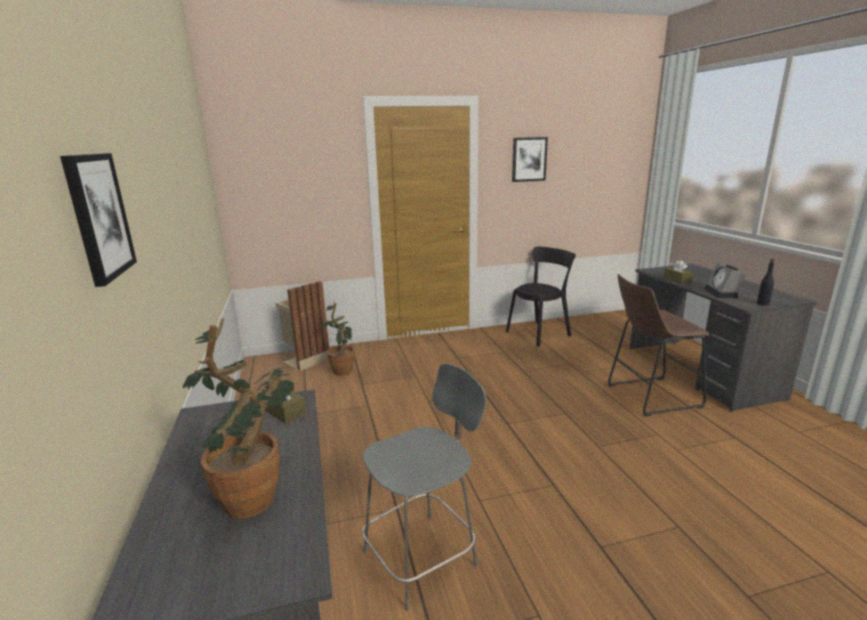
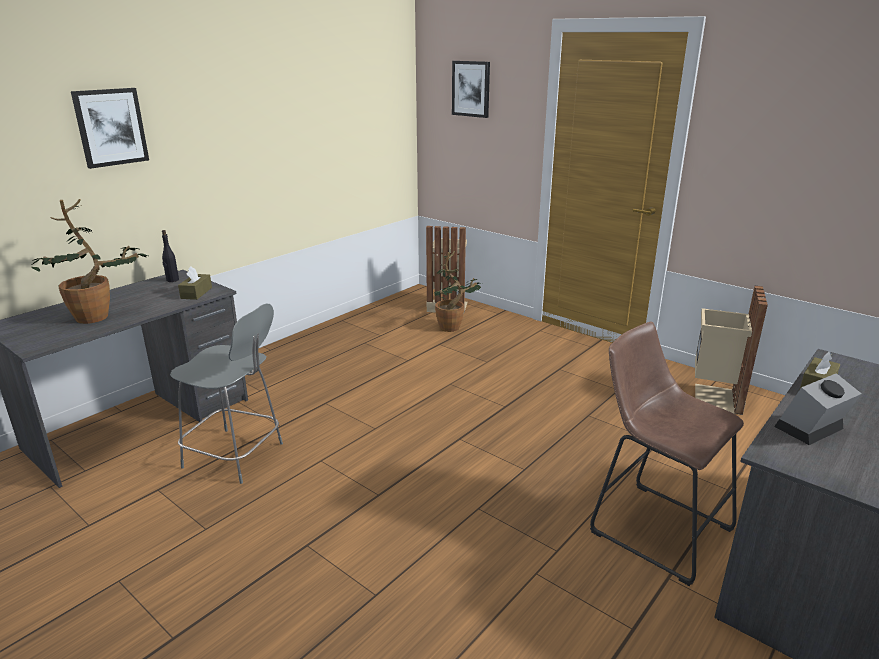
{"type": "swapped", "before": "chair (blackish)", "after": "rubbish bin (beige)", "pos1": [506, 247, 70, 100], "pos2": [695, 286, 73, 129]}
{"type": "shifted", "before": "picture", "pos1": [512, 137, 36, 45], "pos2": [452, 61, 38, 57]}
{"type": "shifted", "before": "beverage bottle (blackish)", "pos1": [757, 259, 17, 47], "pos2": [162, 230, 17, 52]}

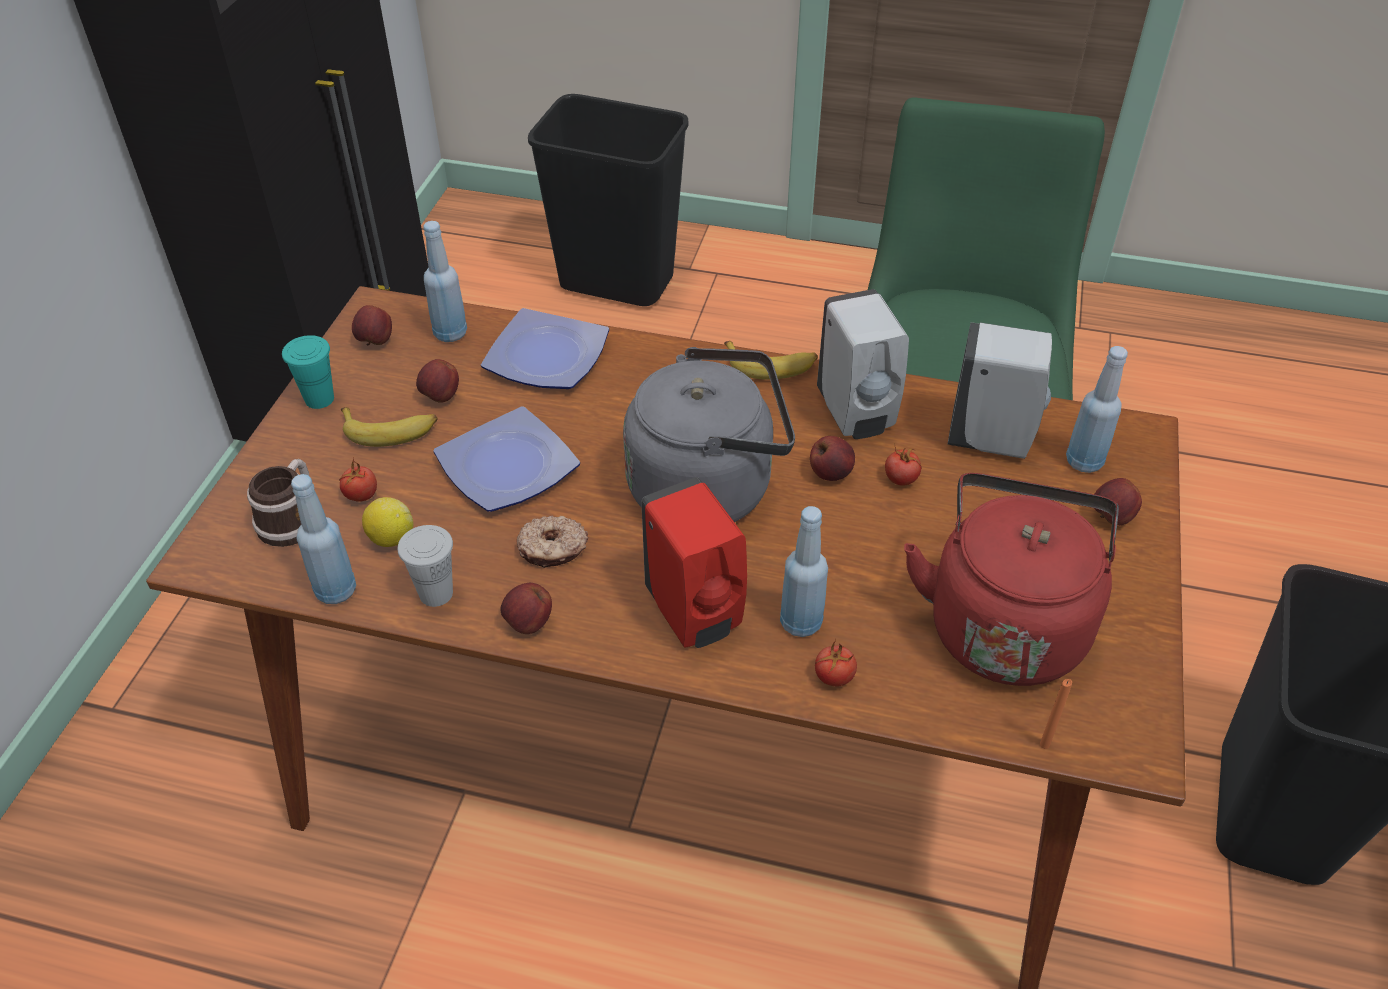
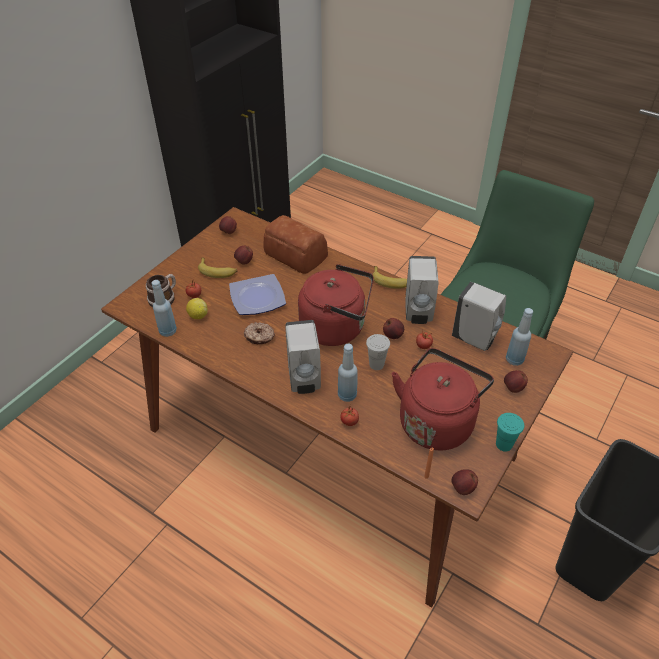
{"type": "shifted", "before": "drinking cup (turquoise-coloured)", "pos1": [282, 335, 52, 74], "pos2": [496, 413, 28, 39]}
{"type": "shifted", "before": "drinking cup (white-coloured)", "pos1": [398, 525, 55, 82], "pos2": [366, 334, 24, 36]}
{"type": "gone", "before": "beverage bottle (blue-coloured)", "pos1": [424, 221, 43, 121]}
{"type": "swapped", "before": "flat dish", "after": "bakery bread", "pos1": [481, 308, 128, 81], "pos2": [263, 215, 65, 59]}
{"type": "shifted", "before": "whole apple", "pos1": [500, 583, 52, 51], "pos2": [452, 469, 26, 26]}
{"type": "gone", "before": "rubbish bin (blackish)", "pos1": [528, 94, 161, 212]}
{"type": "repainted", "before": "water kettle (greyish)", "after": "water kettle (reddish)", "pos1": [623, 347, 172, 175], "pos2": [298, 264, 76, 82]}
{"type": "repainted", "before": "soap dispenser (reddish)", "after": "soap dispenser (white-coloured)", "pos1": [641, 477, 106, 171], "pos2": [285, 320, 36, 74]}

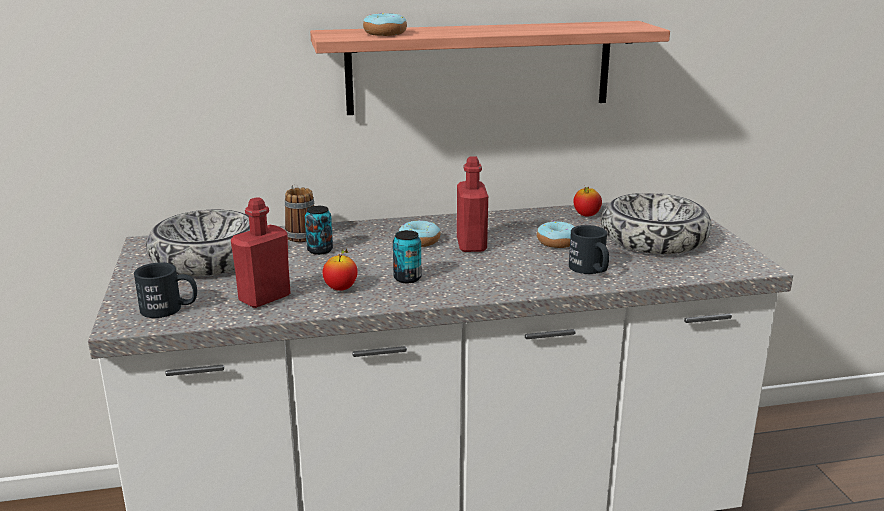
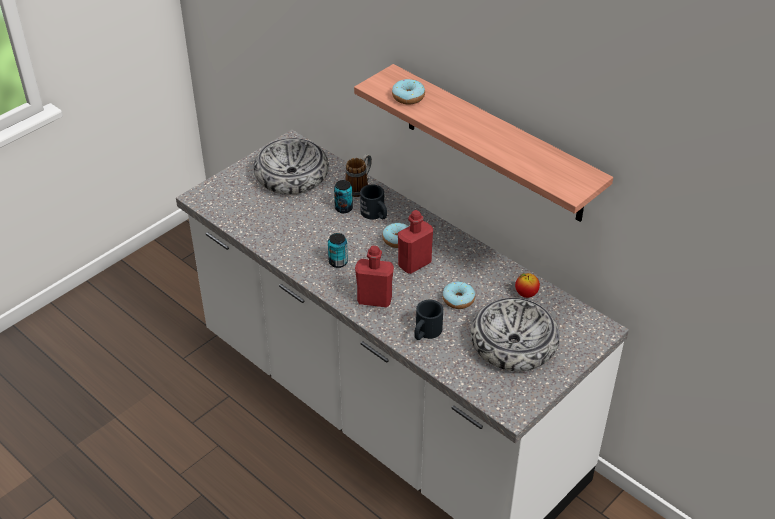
{"type": "shifted", "before": "mug (blackish)", "pos1": [134, 263, 63, 55], "pos2": [360, 185, 27, 34]}
{"type": "shifted", "before": "beverage bottle (reddish)", "pos1": [231, 197, 59, 111], "pos2": [355, 246, 39, 62]}
{"type": "gone", "before": "whole apple", "pos1": [322, 249, 36, 42]}

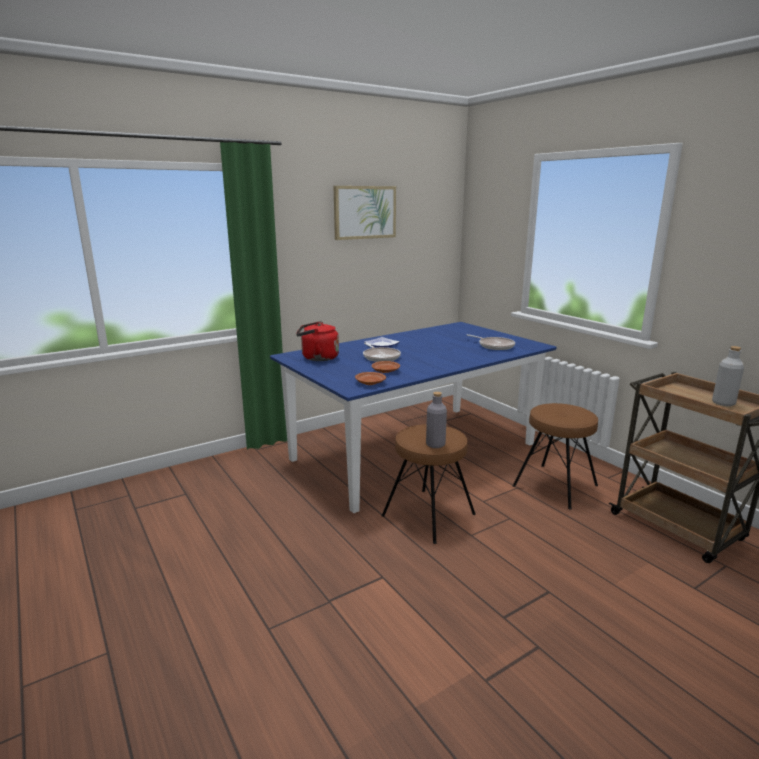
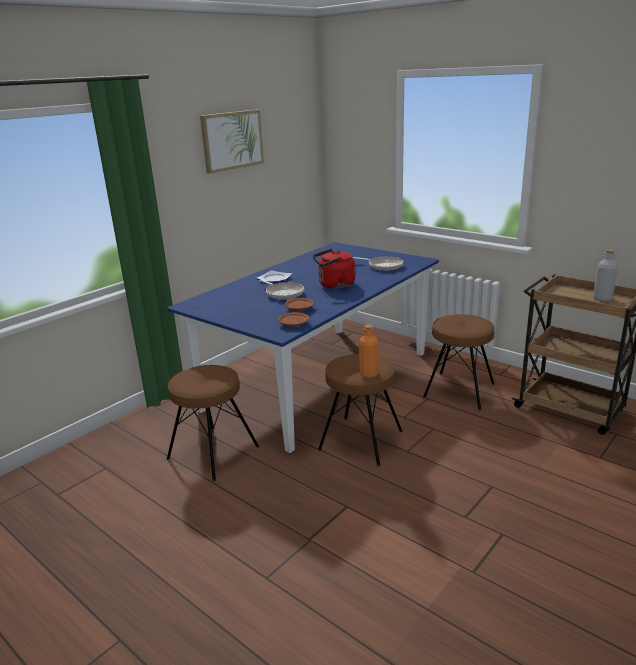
{"type": "shifted", "before": "water kettle (reddish)", "pos1": [296, 321, 43, 40], "pos2": [313, 249, 42, 40]}
{"type": "repainted", "before": "beverage bottle (greyish)", "after": "beverage bottle (orangey)", "pos1": [426, 392, 21, 56], "pos2": [359, 325, 19, 53]}
{"type": "new", "after": "sitting stool (brownish)", "pos2": [166, 365, 93, 116]}

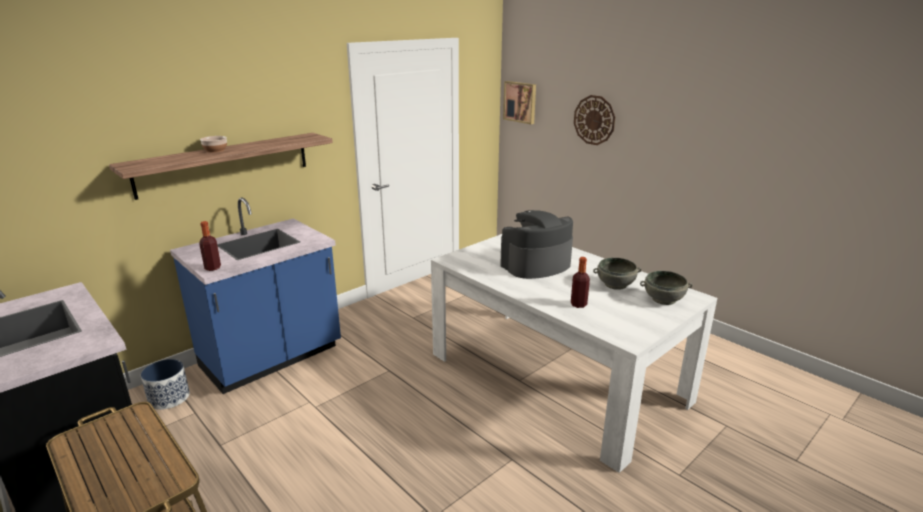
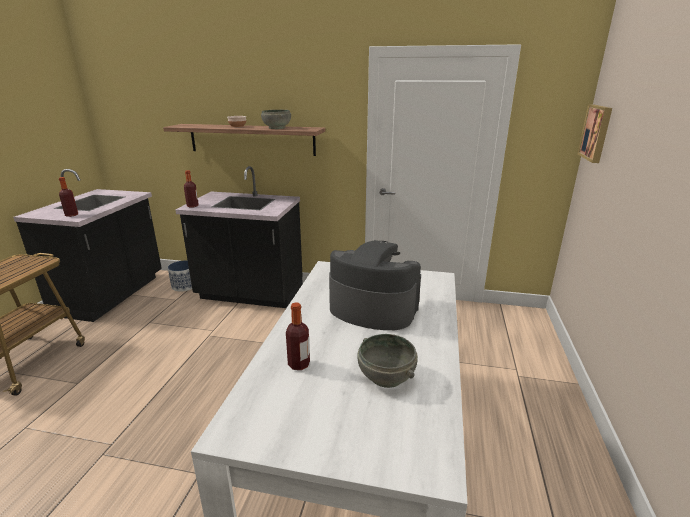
{"type": "repainted", "before": "kitchen base unit (blue-coloured)", "after": "kitchen base unit (blackish)", "pos1": [170, 198, 171, 196], "pos2": [175, 166, 128, 142]}
{"type": "gone", "before": "wall clock", "pos1": [574, 95, 41, 50]}
{"type": "shifted", "before": "deep dish (greyish)", "pos1": [640, 271, 53, 34], "pos2": [261, 110, 30, 19]}
{"type": "new", "after": "beverage bottle", "pos2": [59, 177, 19, 40]}

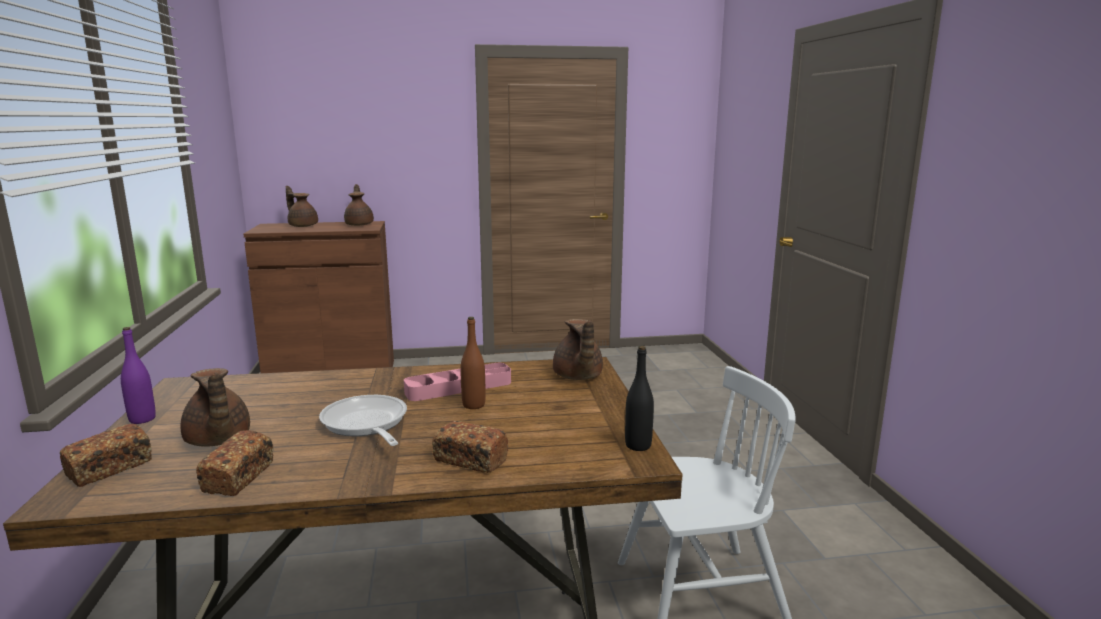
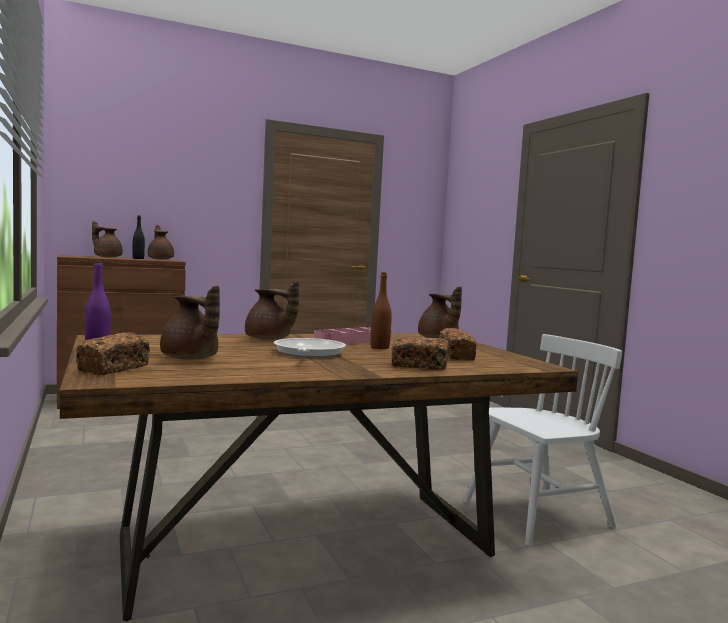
{"type": "shifted", "before": "bakery bread", "pos1": [196, 430, 78, 66], "pos2": [439, 328, 38, 32]}
{"type": "rotated", "before": "pan", "pos1": [319, 395, 88, 51], "pos2": [274, 338, 72, 20], "turn": 45}
{"type": "shifted", "before": "beverage bottle (blackish)", "pos1": [625, 346, 29, 105], "pos2": [133, 215, 12, 44]}
{"type": "new", "after": "pot for tea (brownish)", "pos2": [245, 280, 54, 60]}

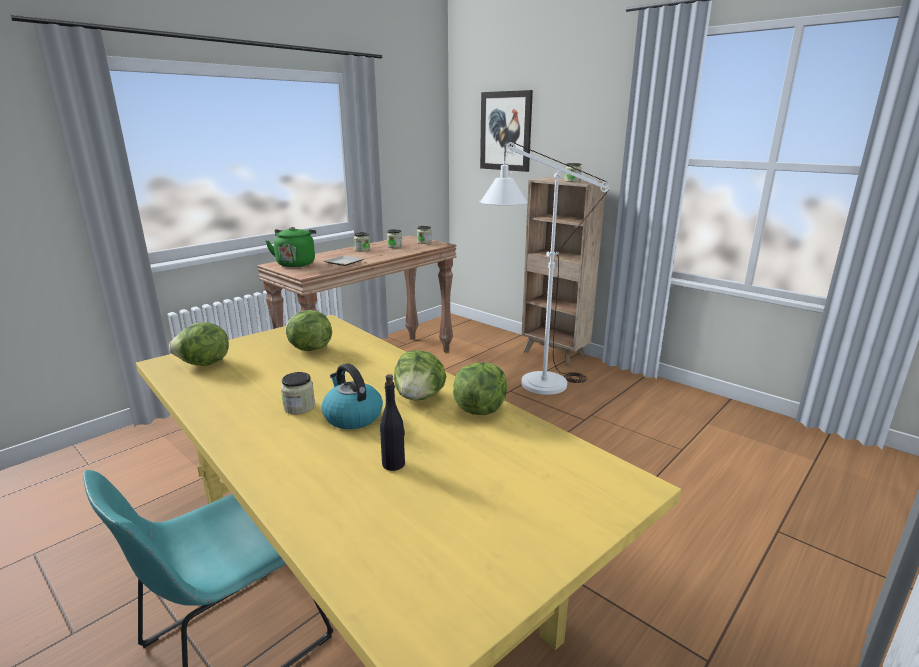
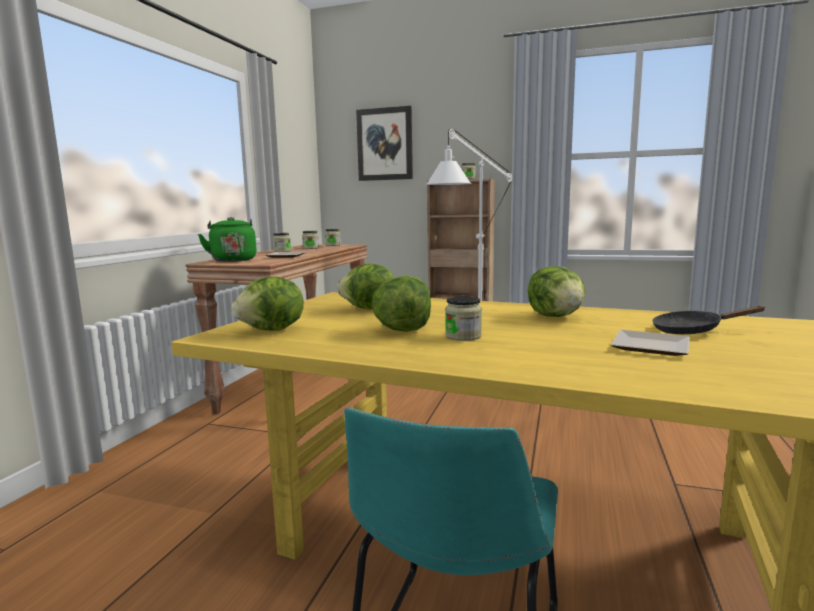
{"type": "gone", "before": "water kettle", "pos1": [322, 363, 61, 66]}
{"type": "swapped", "before": "beverage bottle (blackish)", "after": "flat dish", "pos1": [380, 374, 25, 97], "pos2": [611, 330, 79, 26]}
{"type": "shifted", "before": "lettuce", "pos1": [453, 362, 54, 53], "pos2": [372, 276, 59, 56]}
{"type": "new", "after": "pan (blackish)", "pos2": [652, 306, 114, 28]}

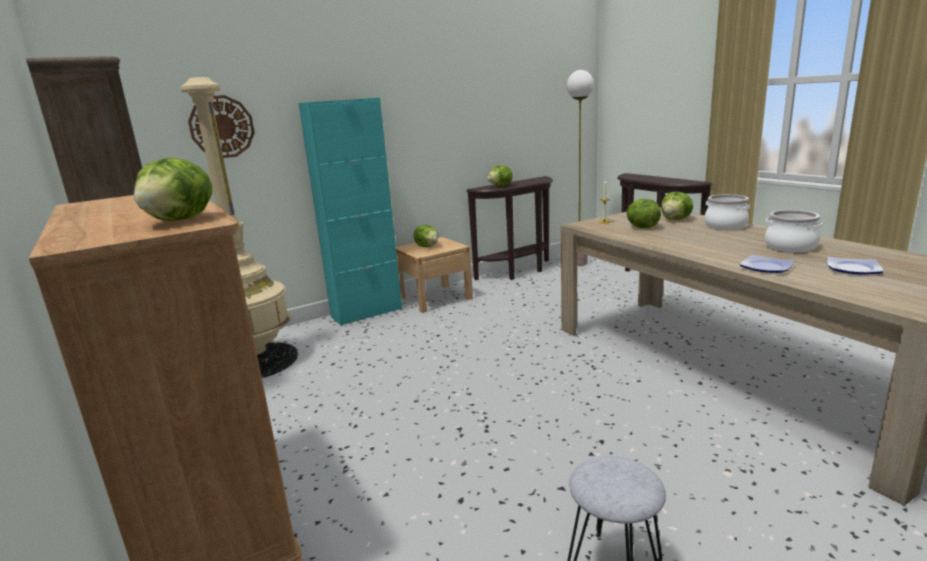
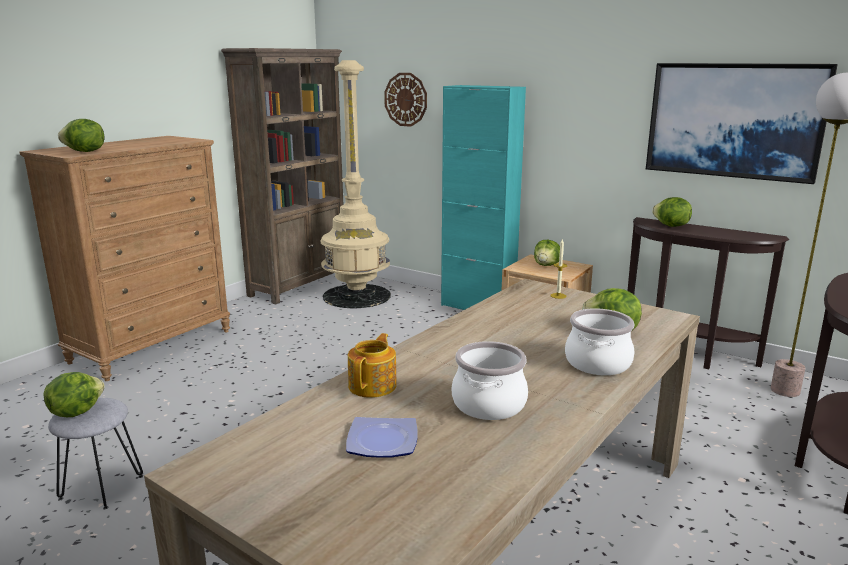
{"type": "shifted", "before": "lettuce", "pos1": [627, 199, 34, 29], "pos2": [43, 372, 62, 45]}
{"type": "swapped", "before": "flat dish", "after": "pot for tea", "pos1": [739, 255, 55, 18], "pos2": [348, 333, 49, 65]}
{"type": "new", "after": "picture", "pos2": [646, 63, 192, 121]}

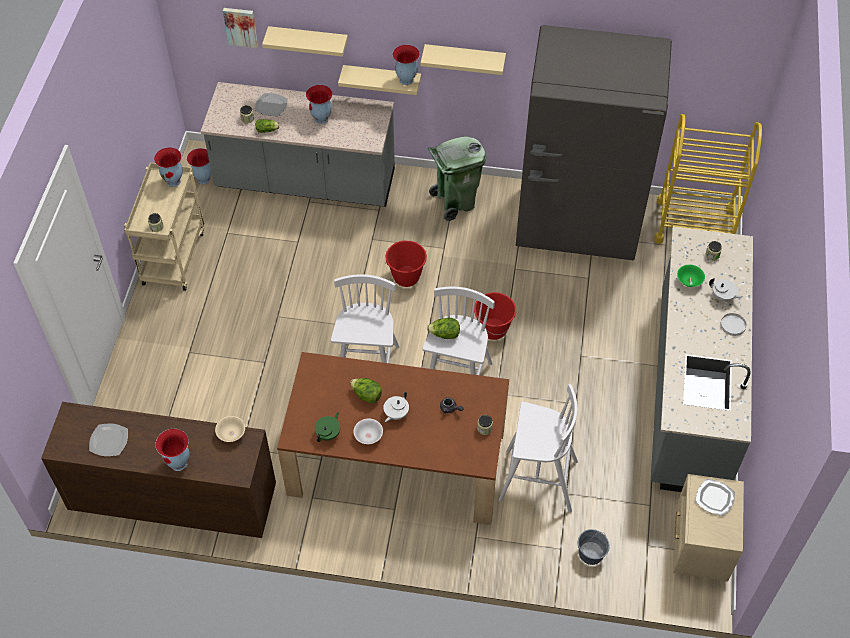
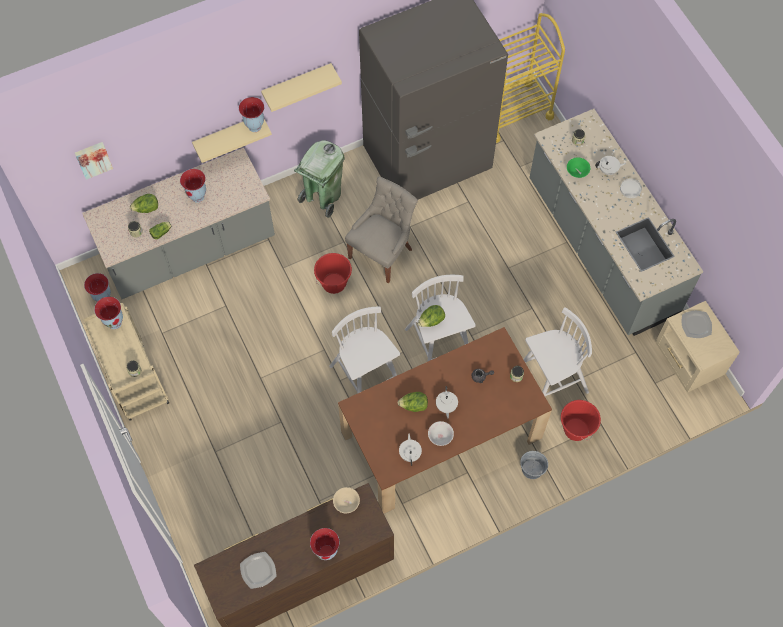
{"type": "swapped", "before": "flat dish", "after": "lettuce", "pos1": [255, 93, 33, 23], "pos2": [130, 194, 28, 19]}
{"type": "gone", "before": "wall shelf (beige)", "pos1": [262, 26, 86, 31]}
{"type": "repainted", "before": "pot for tea (green-coloured)", "after": "pot for tea (white-coloured)", "pos1": [314, 412, 26, 30], "pos2": [399, 434, 23, 32]}
{"type": "shifted", "before": "bucket (reddish)", "pos1": [474, 292, 42, 48], "pos2": [561, 400, 40, 41]}
{"type": "shifted", "before": "bucket (greyish)", "pos1": [578, 529, 32, 36], "pos2": [520, 451, 28, 28]}
{"type": "new", "after": "chair (greyish)", "pos2": [345, 176, 73, 107]}

